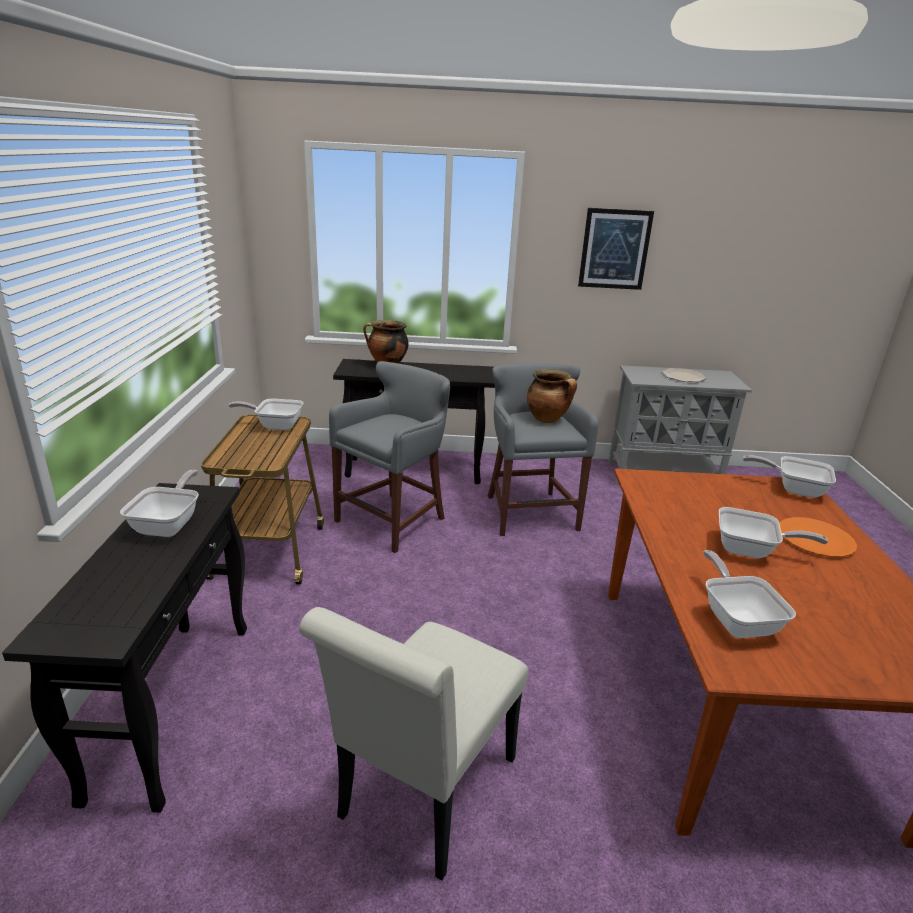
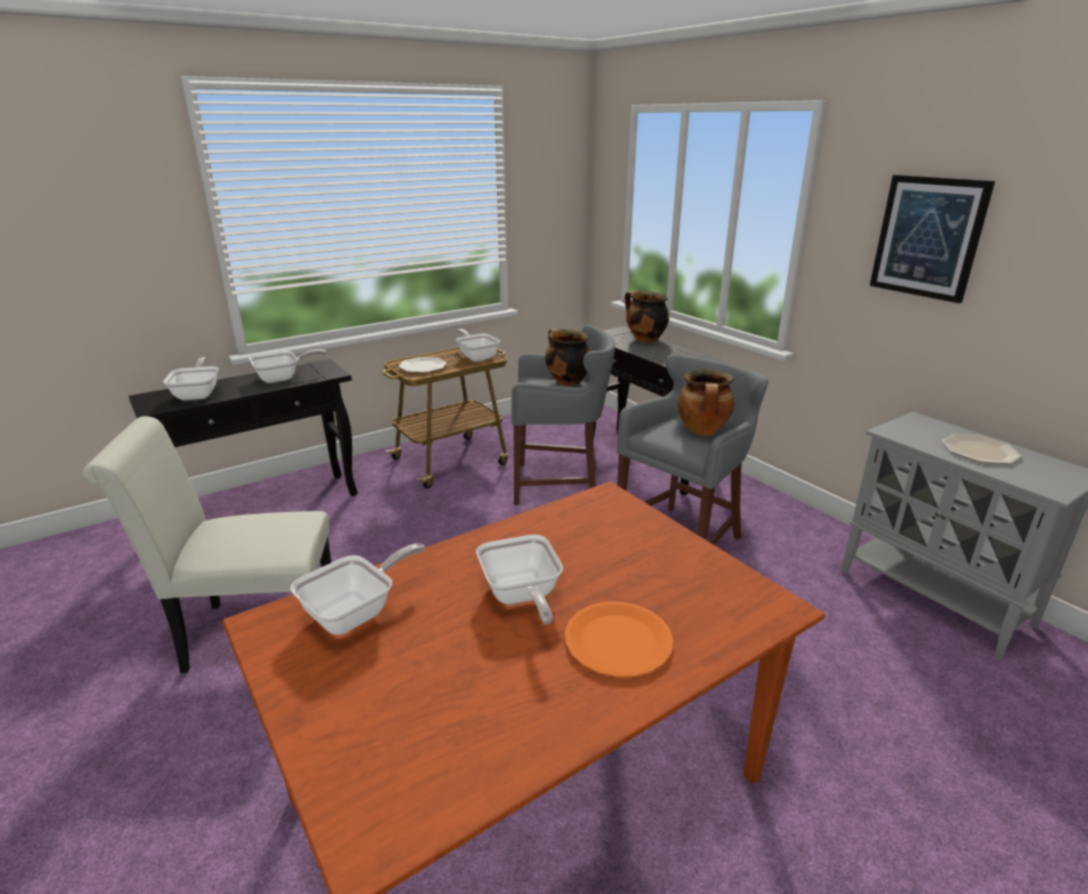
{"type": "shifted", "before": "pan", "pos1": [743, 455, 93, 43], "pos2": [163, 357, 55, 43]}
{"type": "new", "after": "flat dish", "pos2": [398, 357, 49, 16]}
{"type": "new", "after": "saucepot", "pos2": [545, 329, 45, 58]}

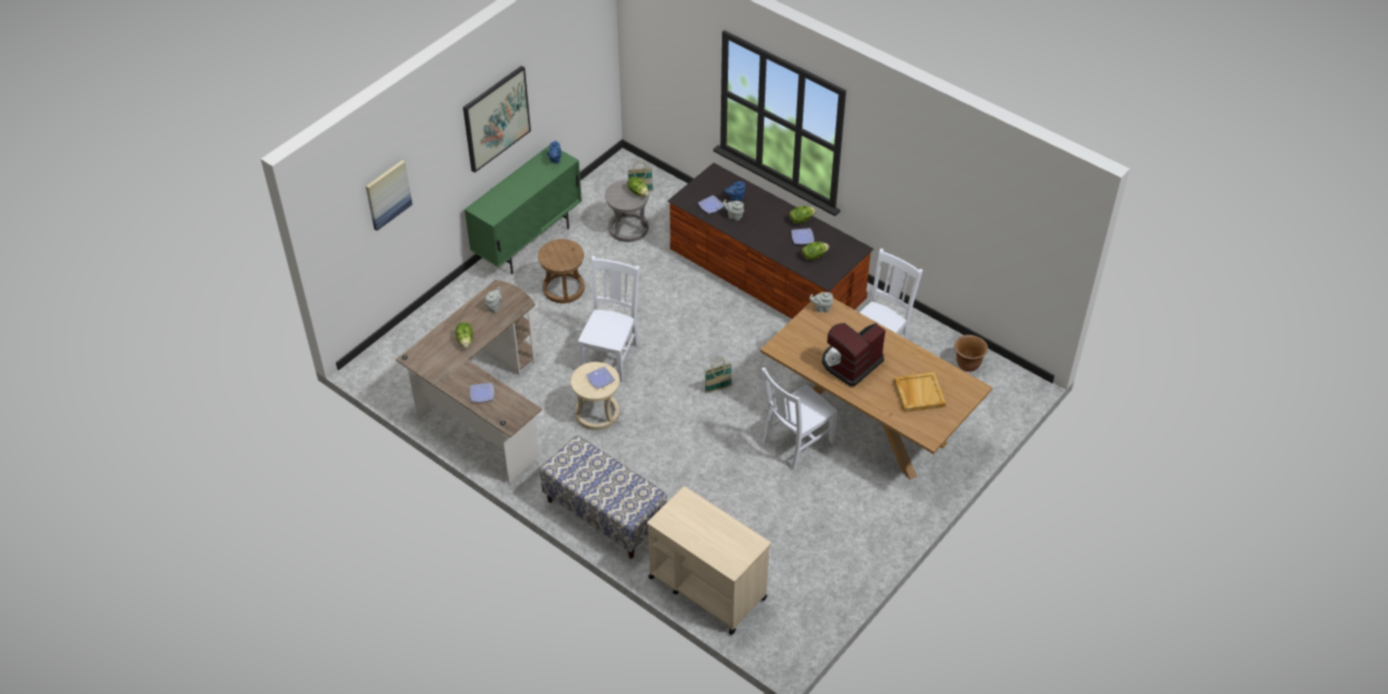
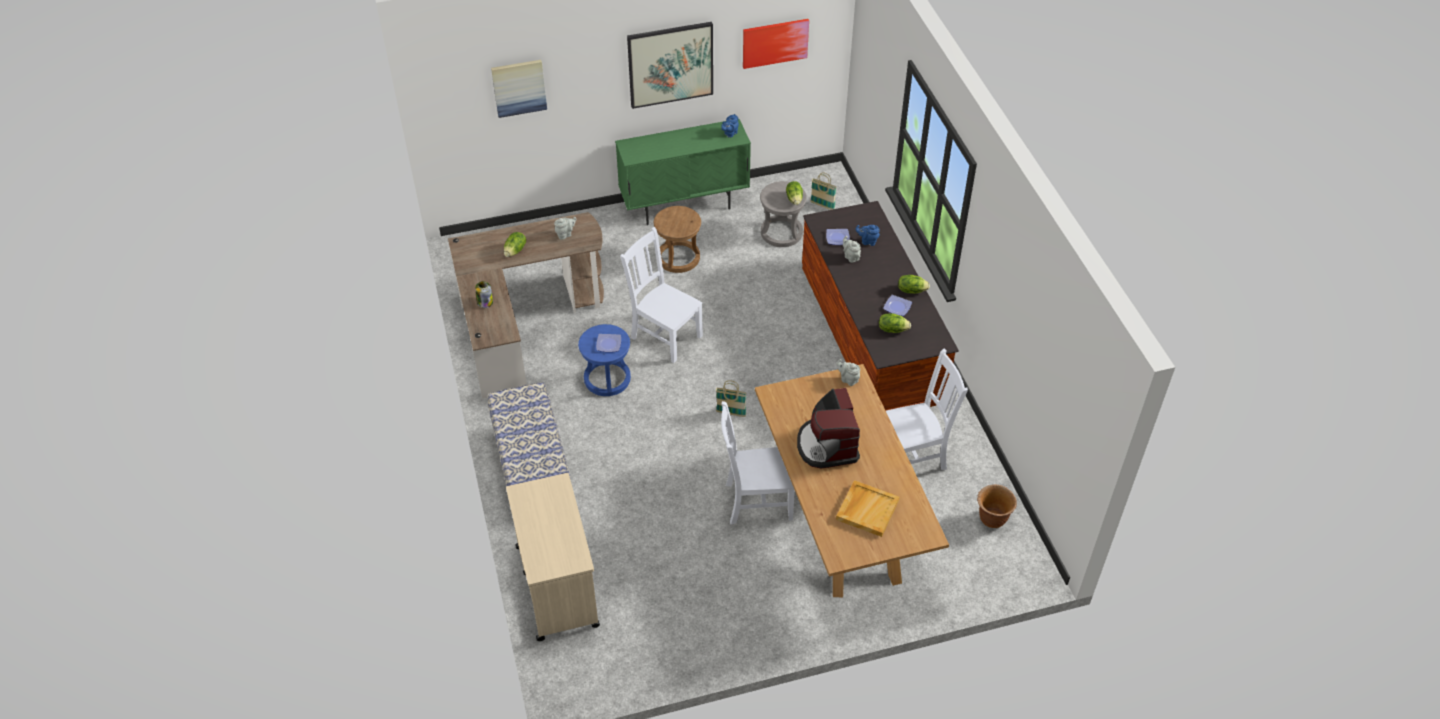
{"type": "swapped", "before": "flat dish", "after": "jar", "pos1": [470, 383, 24, 19], "pos2": [475, 281, 18, 27]}
{"type": "repainted", "before": "sitting stool (beige)", "after": "sitting stool (blue-coloured)", "pos1": [571, 362, 49, 68], "pos2": [578, 324, 53, 72]}
{"type": "rotated", "before": "chair (white-coloured)", "pos1": [578, 256, 62, 126], "pos2": [620, 227, 83, 136], "turn": -105}
{"type": "rotated", "before": "coffee machine", "pos1": [822, 323, 64, 64], "pos2": [797, 388, 63, 80], "turn": -90}
{"type": "new", "after": "picture", "pos2": [743, 19, 66, 50]}

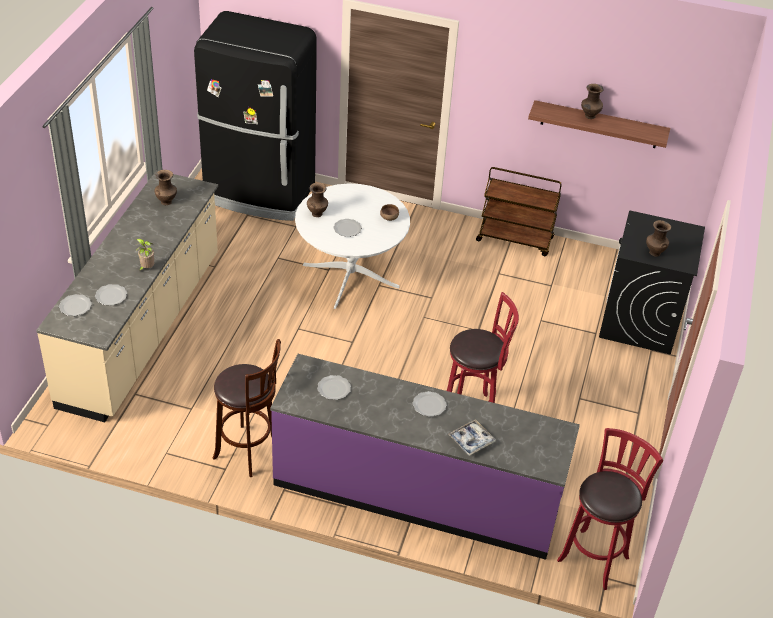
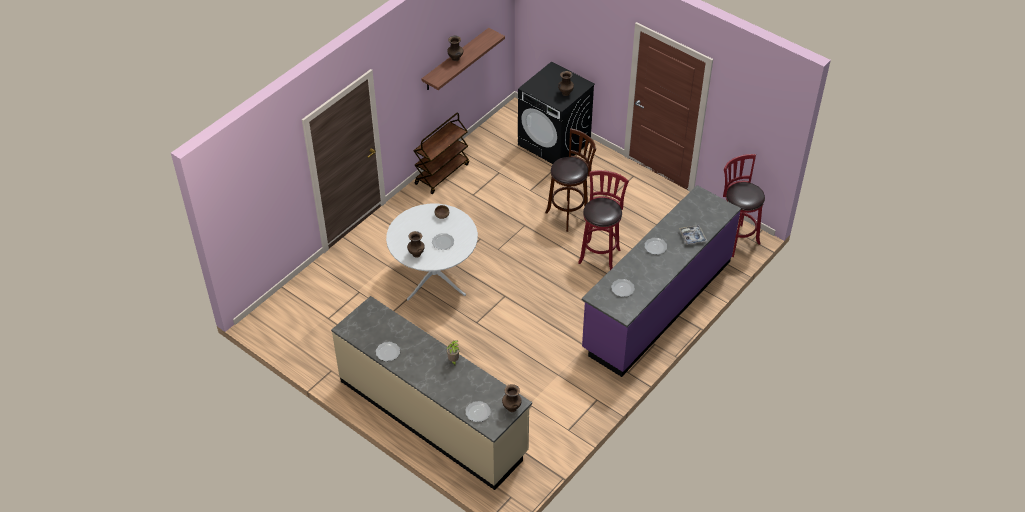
{"type": "shifted", "before": "flat dish", "pos1": [95, 284, 32, 22], "pos2": [376, 342, 24, 19]}
{"type": "shifted", "before": "flower vase (brownish)", "pos1": [154, 170, 23, 35], "pos2": [502, 384, 20, 28]}
{"type": "gone", "before": "kitchen fridge (blackish)", "pos1": [194, 11, 123, 210]}
{"type": "shifted", "before": "sitting stool (brownish)", "pos1": [213, 339, 68, 138], "pos2": [545, 128, 51, 104]}

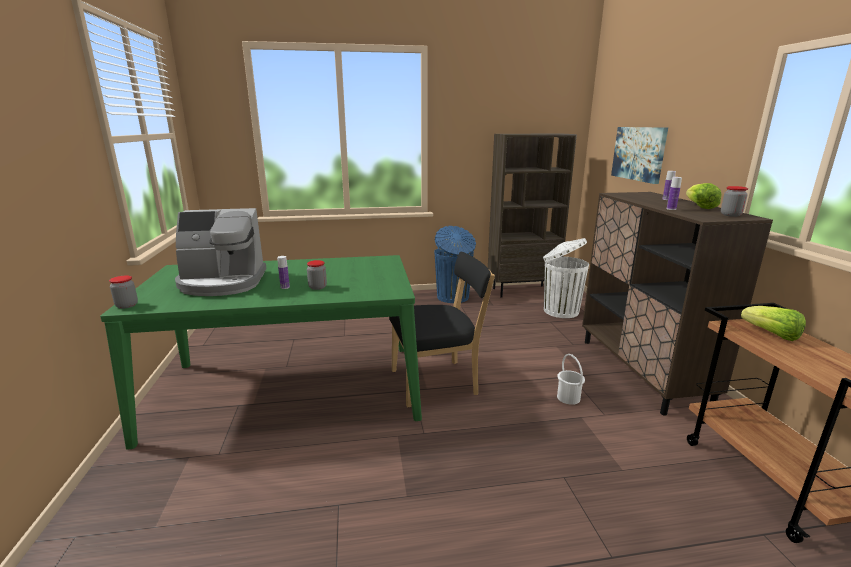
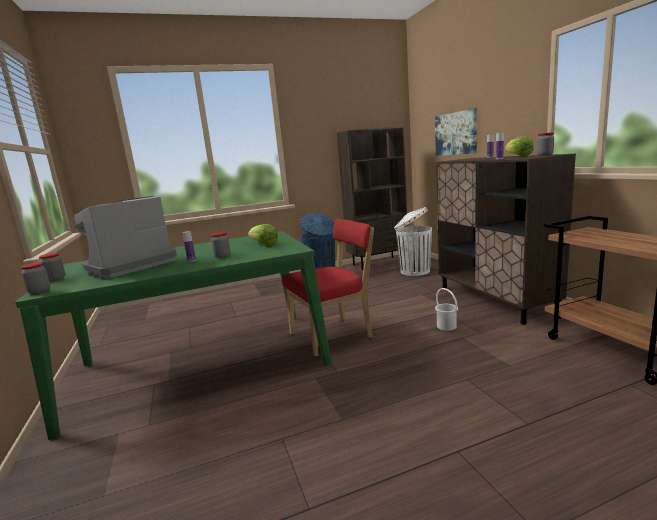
{"type": "rotated", "before": "coffee machine", "pos1": [175, 208, 91, 88], "pos2": [74, 196, 103, 83], "turn": 150}
{"type": "repainted", "before": "chair (blackish)", "after": "chair (reddish)", "pos1": [389, 252, 106, 156], "pos2": [283, 219, 91, 138]}
{"type": "shifted", "before": "lettuce", "pos1": [741, 306, 65, 35], "pos2": [248, 224, 30, 21]}
{"type": "new", "after": "jar", "pos2": [39, 253, 26, 29]}

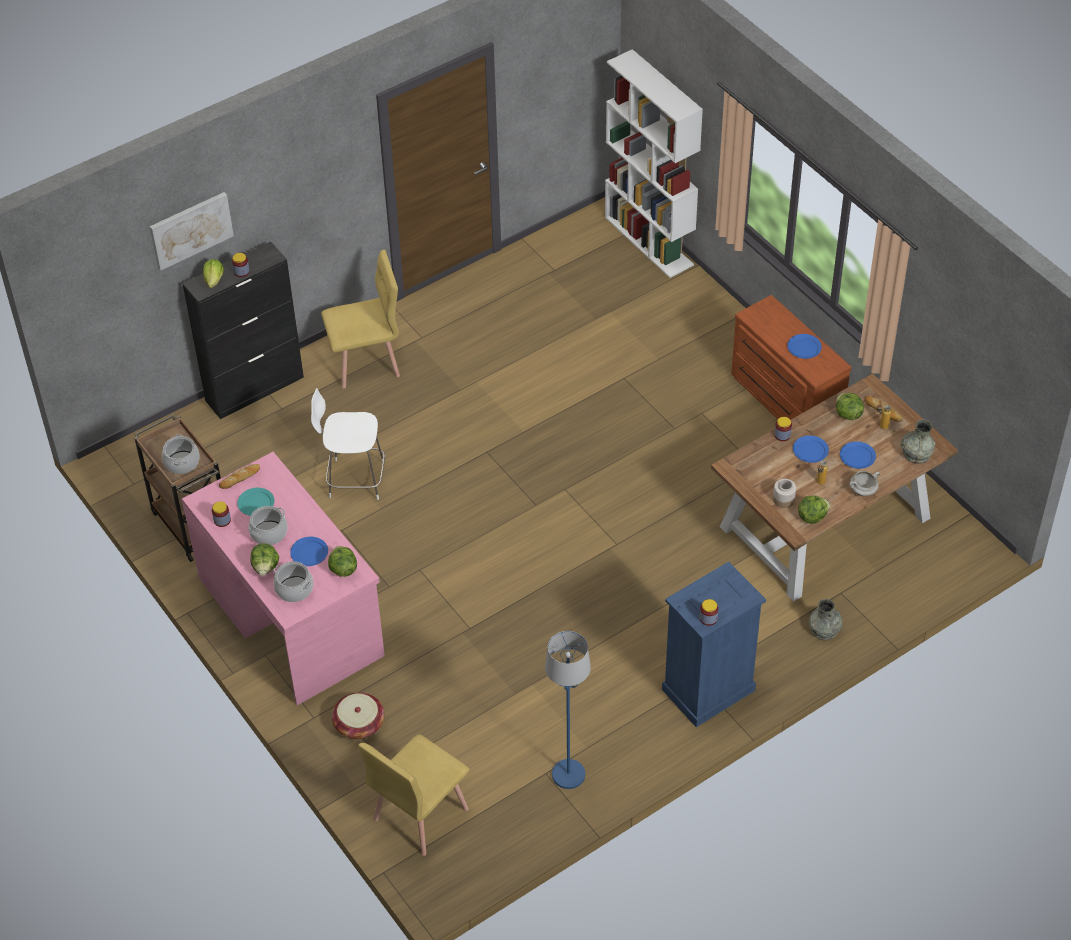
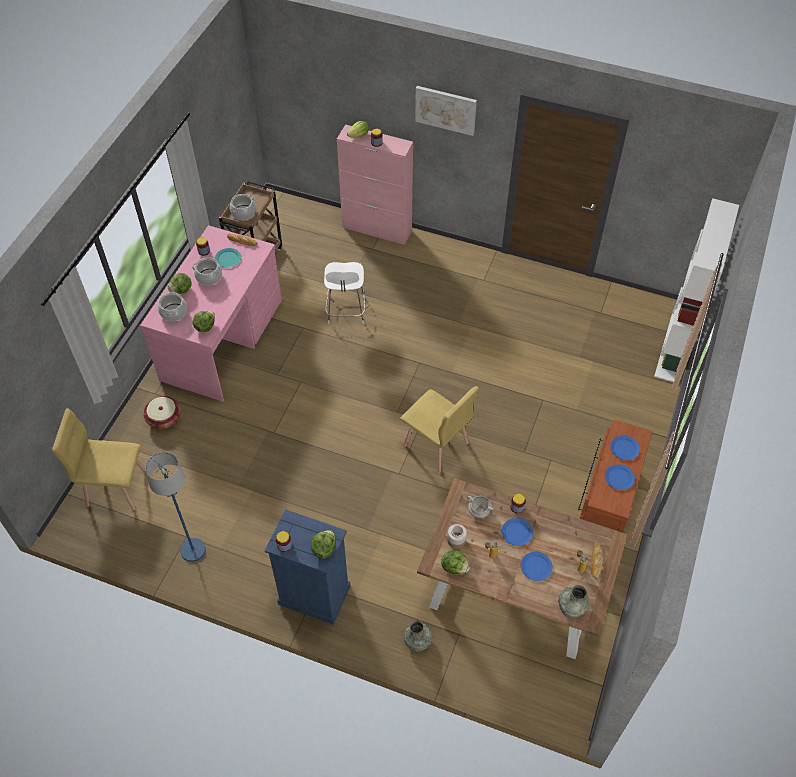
{"type": "shifted", "before": "picture", "pos1": [150, 192, 84, 78], "pos2": [415, 86, 62, 50]}
{"type": "repainted", "before": "storage cabinet (blackish)", "after": "storage cabinet (pink-coloured)", "pos1": [182, 242, 122, 177], "pos2": [337, 125, 76, 120]}
{"type": "shifted", "before": "flat dish (blue-coloured)", "pos1": [290, 537, 38, 29], "pos2": [610, 435, 30, 25]}
{"type": "rotated", "before": "chair (white-coloured)", "pos1": [311, 388, 74, 112], "pos2": [324, 262, 41, 62], "turn": -150}
{"type": "shifted", "before": "chair (yellowish)", "pos1": [321, 250, 79, 139], "pos2": [400, 386, 79, 87]}
{"type": "shifted", "before": "lettuce", "pos1": [836, 393, 28, 27], "pos2": [311, 530, 25, 28]}
{"type": "shifted", "before": "saucepot (white-coloured)", "pos1": [849, 471, 31, 25], "pos2": [467, 496, 27, 22]}

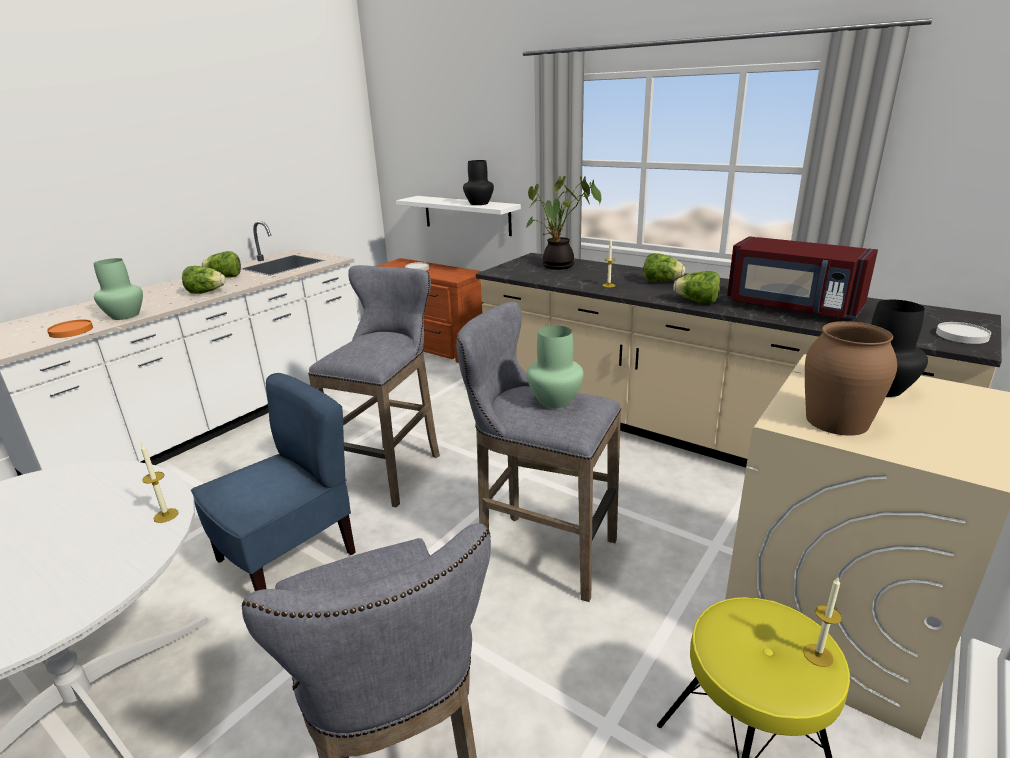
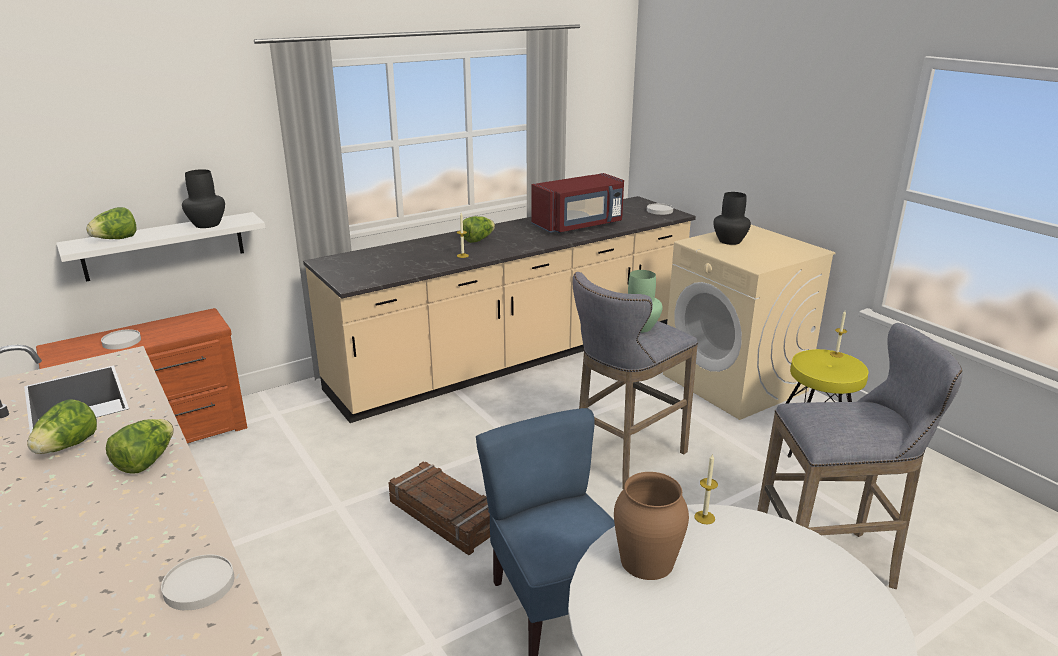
{"type": "repainted", "before": "flat dish (orangey)", "after": "flat dish (white-coloured)", "pos1": [47, 319, 46, 19], "pos2": [161, 554, 73, 57]}
{"type": "gone", "before": "flower vase (green-coloured)", "pos1": [94, 258, 49, 62]}
{"type": "swapped", "before": "sitting stool (greyish)", "after": "packing crate", "pos1": [308, 265, 132, 243], "pos2": [388, 462, 102, 93]}
{"type": "gone", "before": "potted plant", "pos1": [526, 176, 76, 94]}
{"type": "shifted", "before": "lettuce", "pos1": [673, 271, 47, 33], "pos2": [86, 207, 51, 32]}
{"type": "shifted", "before": "flower vase (brownish)", "pos1": [805, 321, 92, 115], "pos2": [614, 472, 75, 108]}

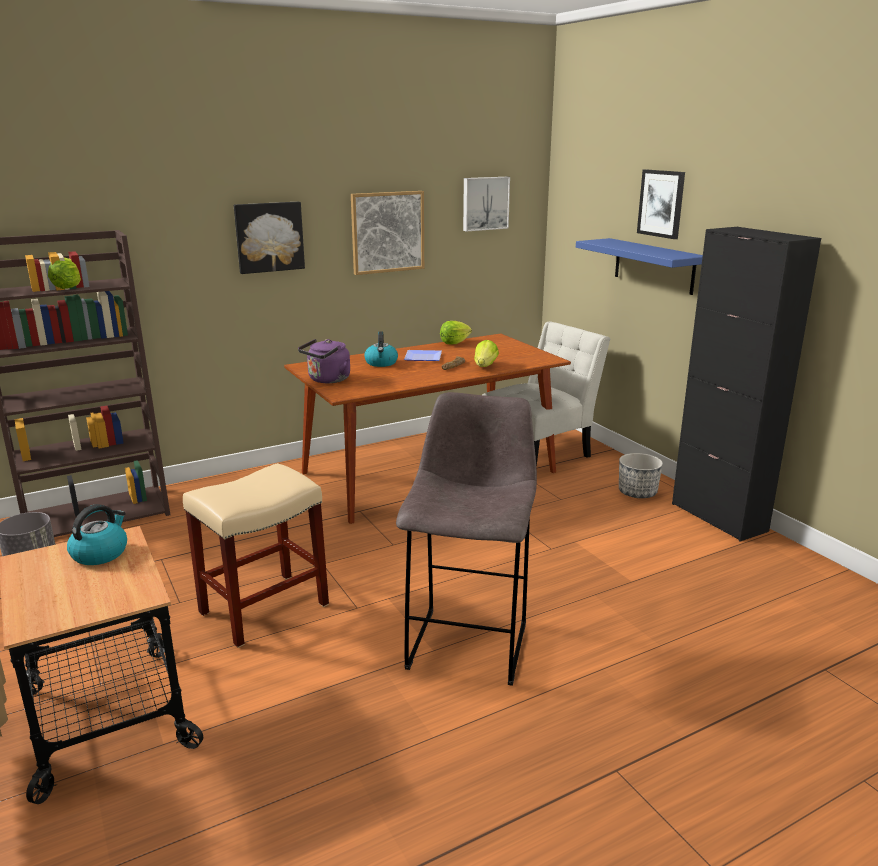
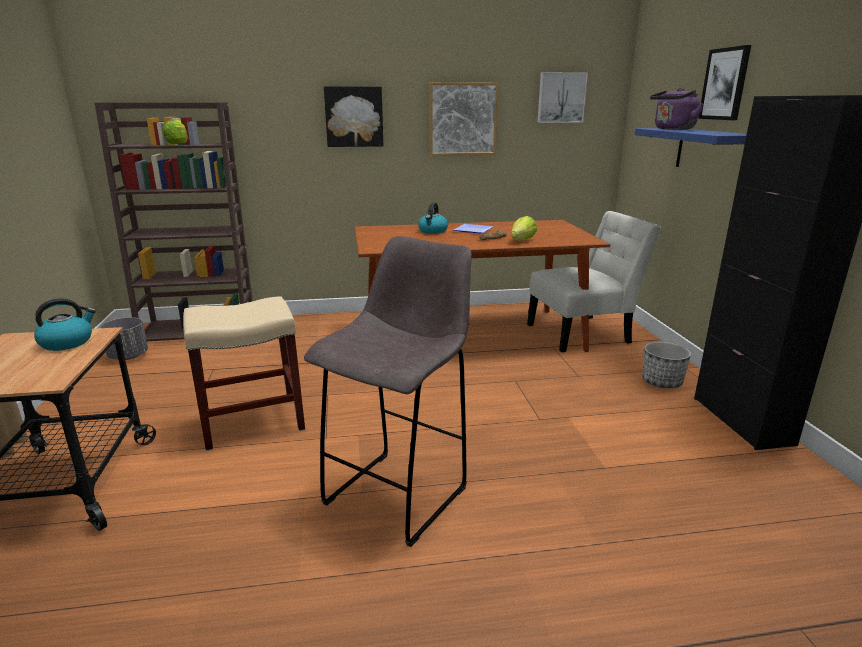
{"type": "shifted", "before": "water kettle (purplish)", "pos1": [298, 339, 52, 44], "pos2": [650, 88, 54, 42]}
{"type": "gone", "before": "lettuce", "pos1": [440, 321, 32, 23]}

